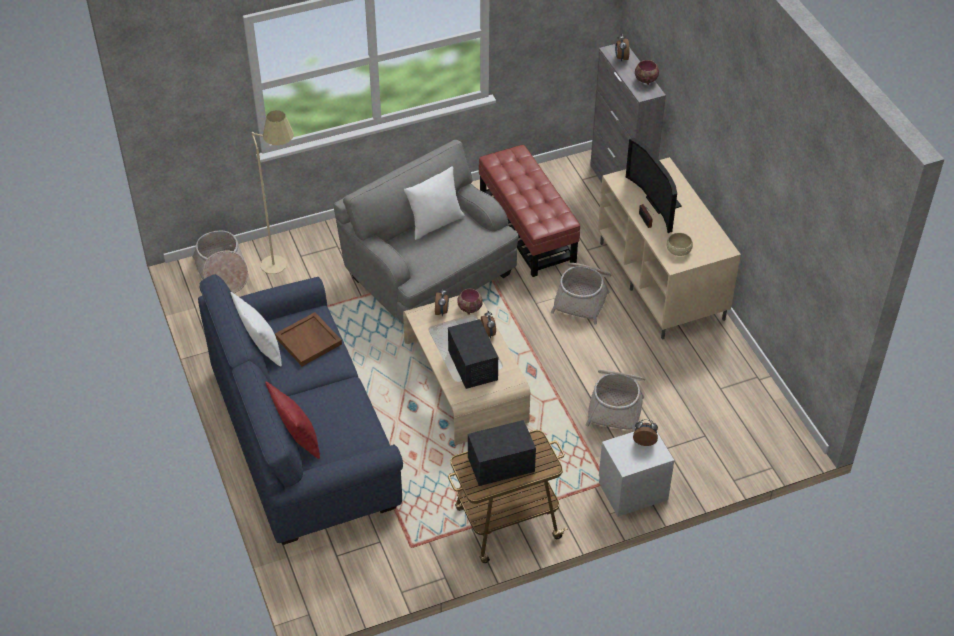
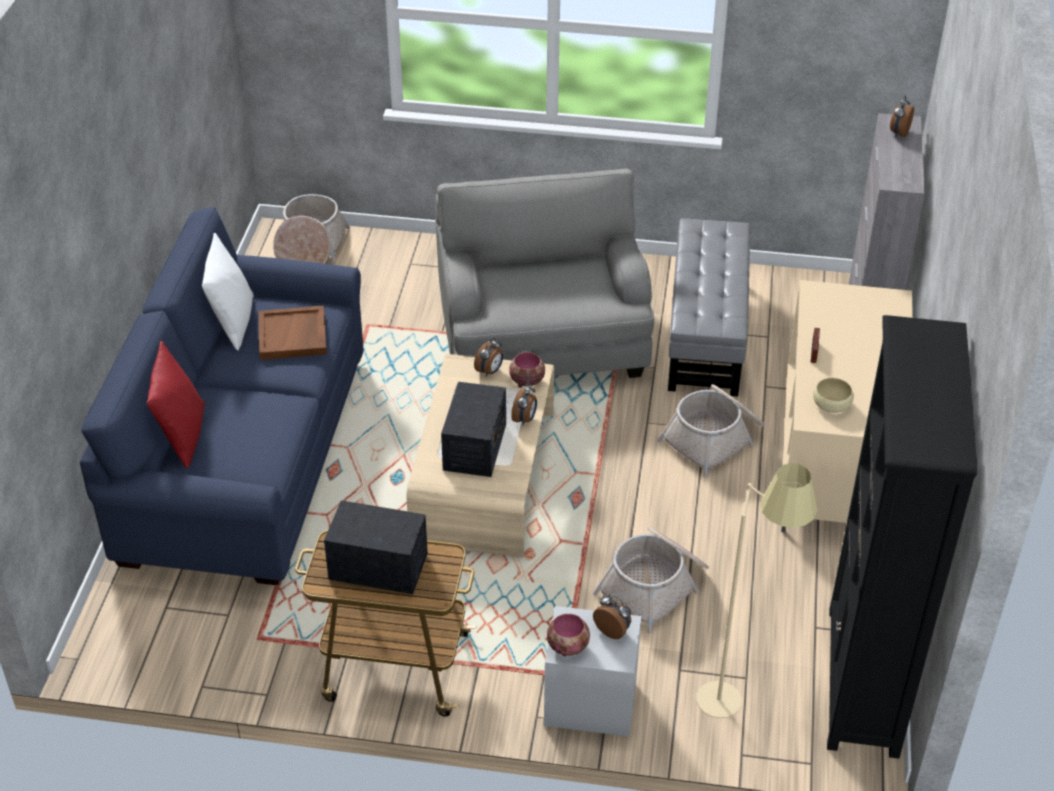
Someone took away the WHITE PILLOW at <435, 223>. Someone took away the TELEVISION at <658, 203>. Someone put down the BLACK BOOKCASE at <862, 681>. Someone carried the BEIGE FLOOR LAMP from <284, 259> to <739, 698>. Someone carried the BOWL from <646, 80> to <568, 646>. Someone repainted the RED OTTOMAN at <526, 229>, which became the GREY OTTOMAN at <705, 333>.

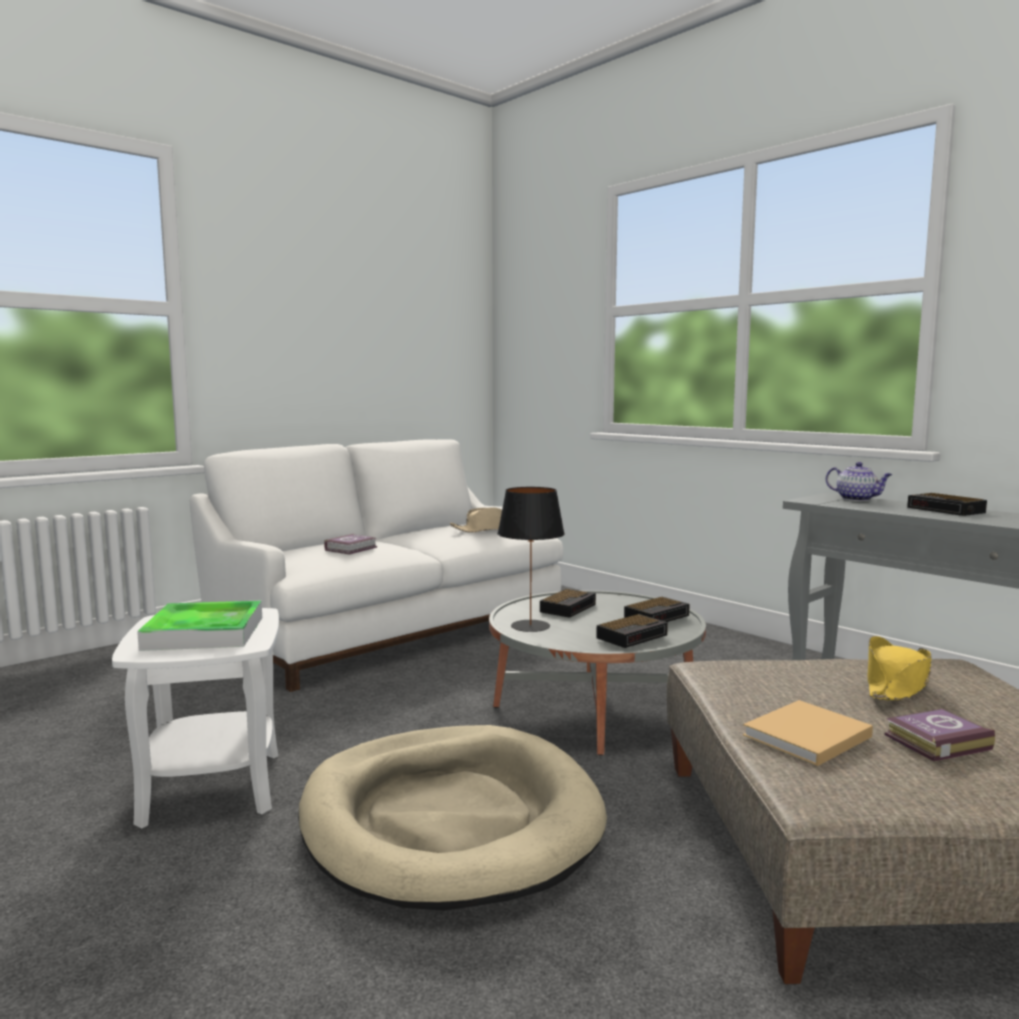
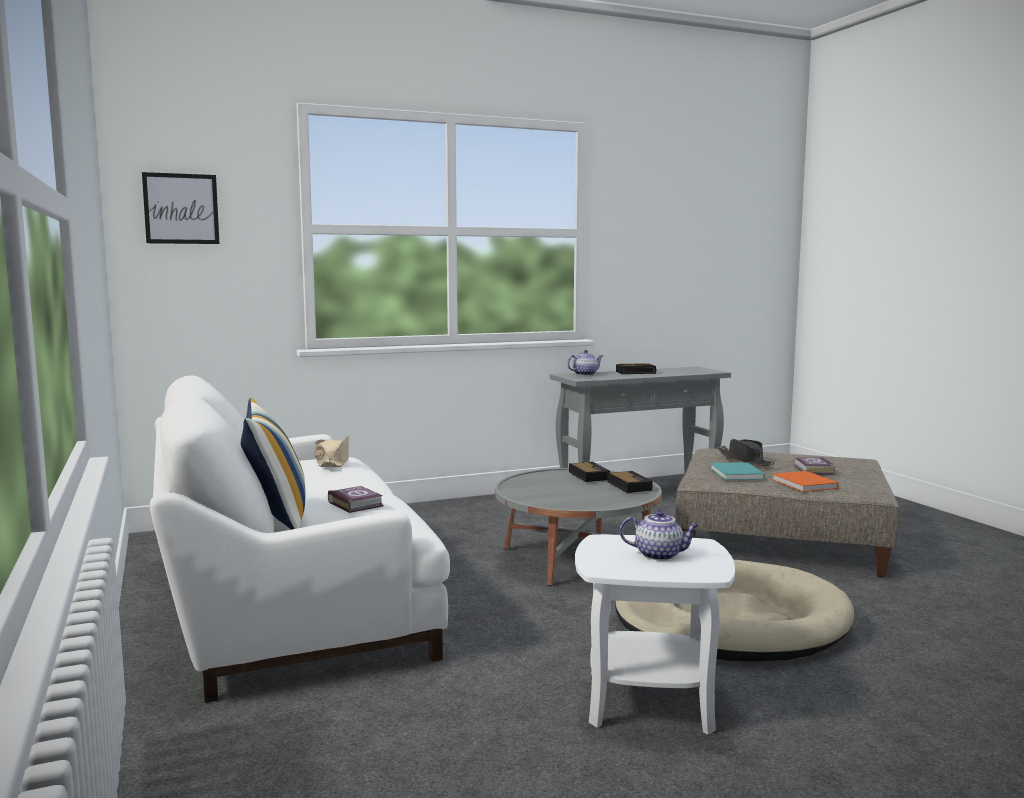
Someone took away the BLACK TABLE LAMP at <530, 626>. Someone took away the ALARM CLOCK at <568, 608>. Someone put up the PICTURE at <181, 209>. Someone put down the PILLOW at <276, 518>. Someone put down the TURQUOISE BOOK at <737, 474>. Someone swapped the TRAY at <204, 633> for the TEAPOT at <659, 555>. Someone repainted the BEIGE BOOK at <805, 737>, which became the ORANGE BOOK at <805, 484>. Someone repainted the YELLOW HAT at <896, 685>, which became the BLACK HAT at <745, 460>.

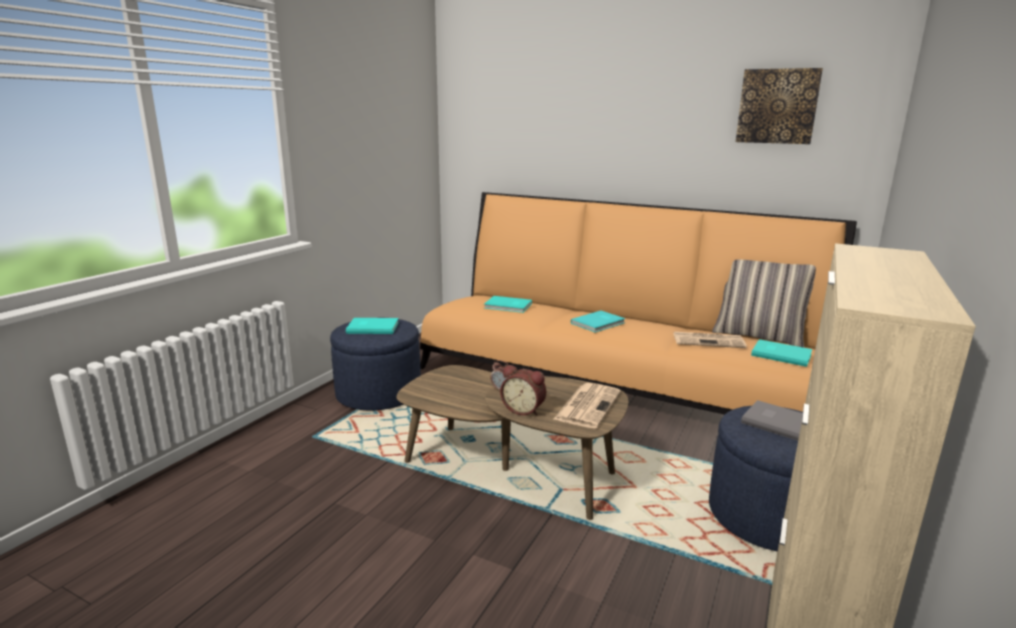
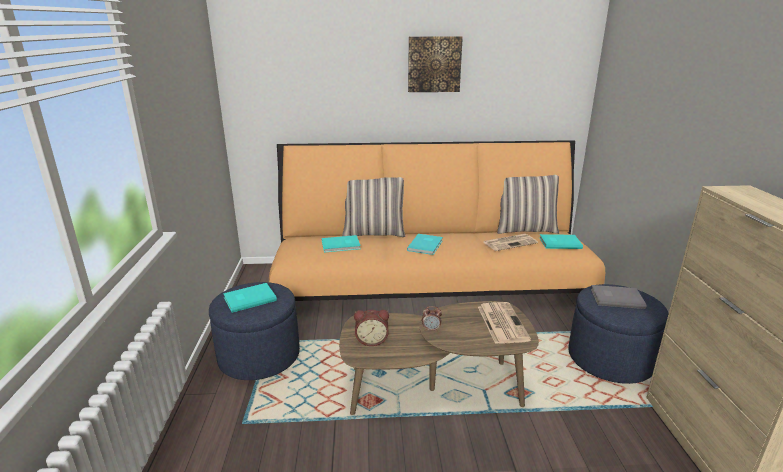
Someone put down the PILLOW at <374, 233>. Someone carried the ALARM CLOCK from <524, 409> to <372, 340>. Someone carried the PICTURE from <777, 106> to <434, 64>.

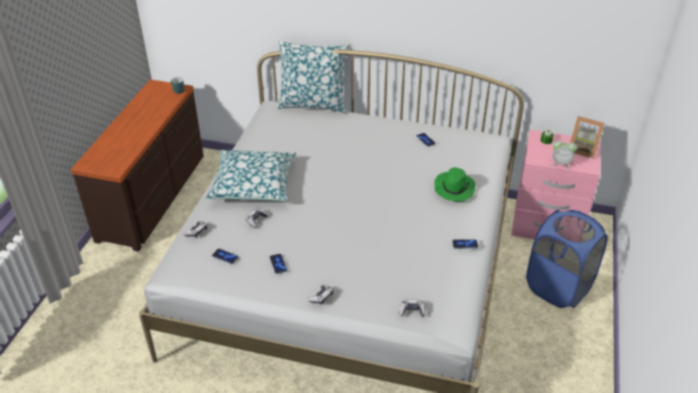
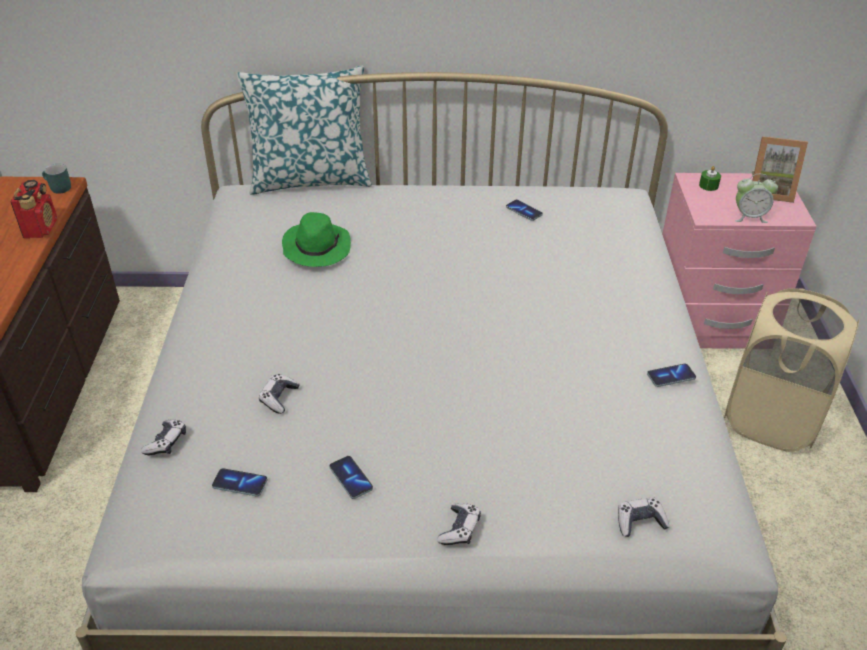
Someone took away the PILLOW at <253, 184>. Someone put down the RADIO at <41, 228>. Someone carried the GREEN HAT from <454, 188> to <316, 248>. Someone repainted the BLUE LAUNDRY BASKET at <558, 287>, which became the BEIGE LAUNDRY BASKET at <771, 419>.

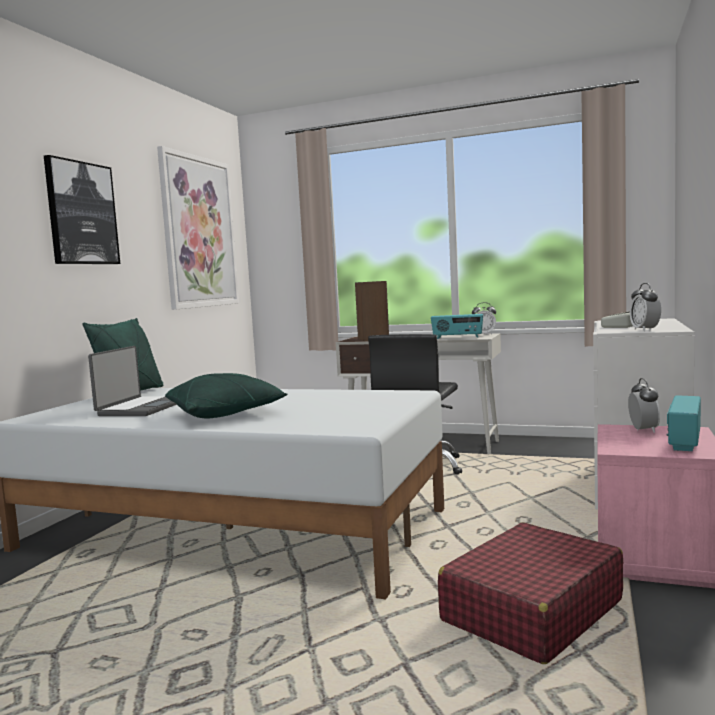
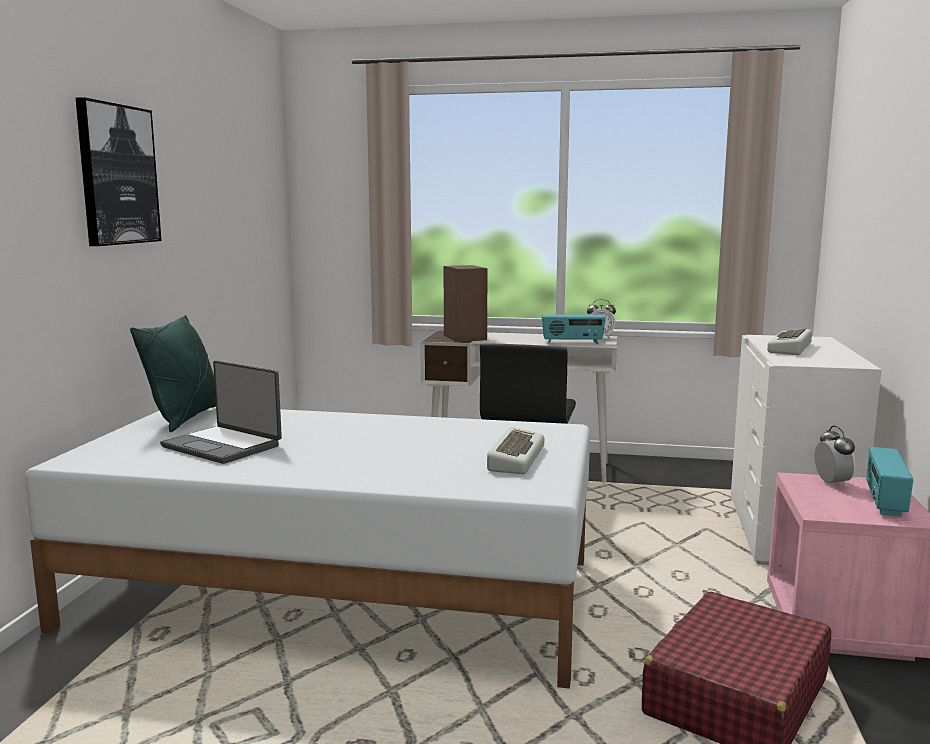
Someone took away the PICTURE at <199, 232>. Someone took away the GREEN PILLOW at <226, 413>. Someone took away the ALARM CLOCK at <645, 330>. Someone put down the KEYBOARD at <514, 458>. Someone rotated the LAPTOP at <141, 408> by 120 degrees clockwise.

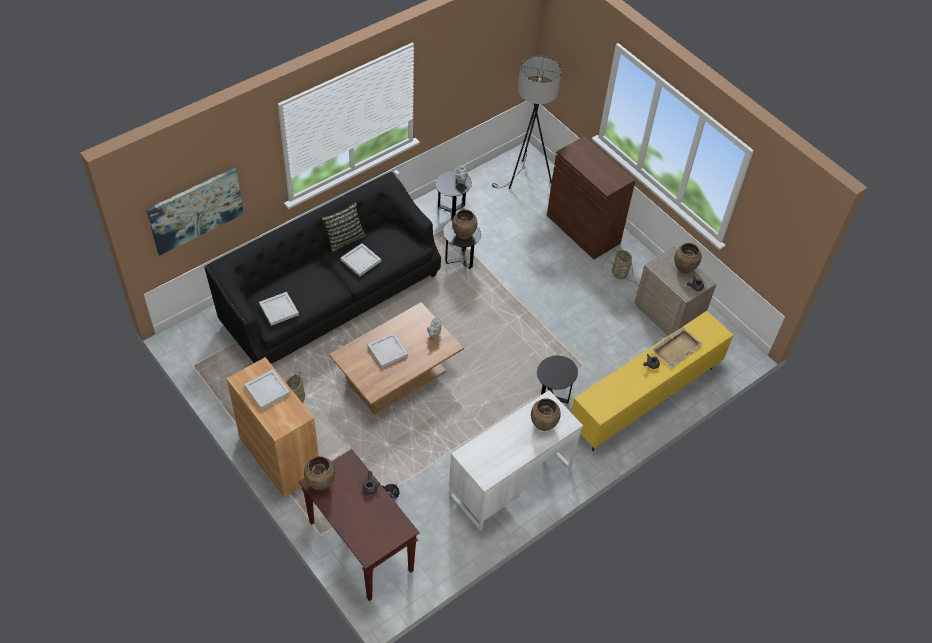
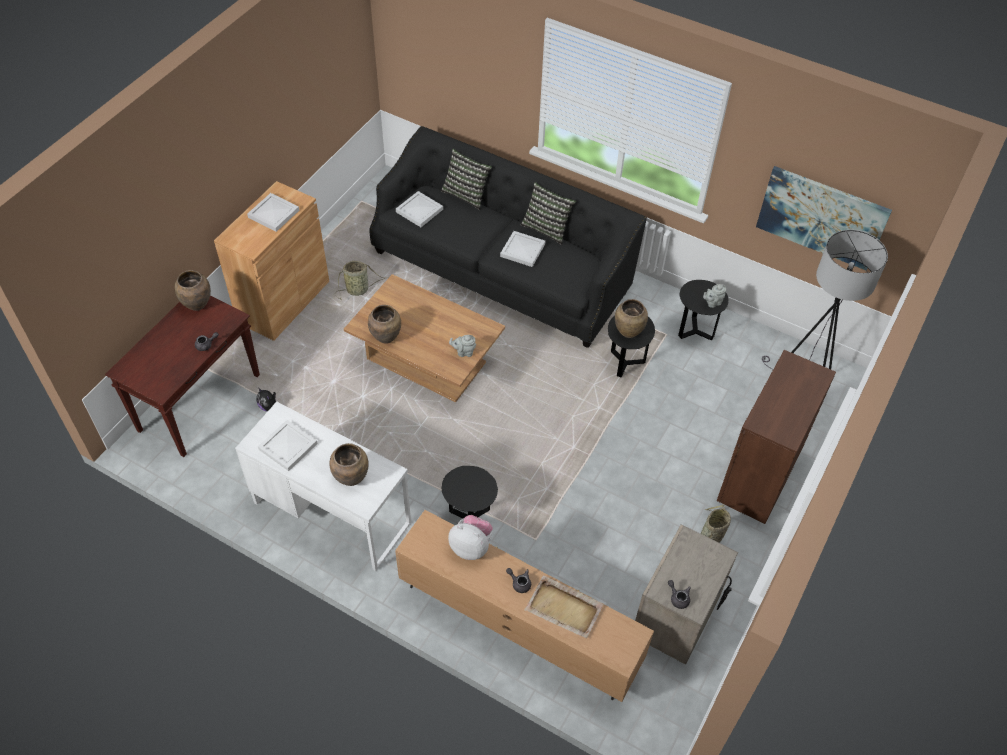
Someone put down the PILLOW at <466, 194>. Someone put down the PLUSH TOY at <471, 546>. Someone carried the PICTURE from <195, 210> to <821, 217>. Someone carried the WHITE TRAY from <387, 351> to <287, 446>. Someone carried the BROWN VASE from <684, 268> to <386, 337>. Someone repainted the YELLOW TV STAND at <644, 398>, which became the BROWN TV STAND at <519, 625>.

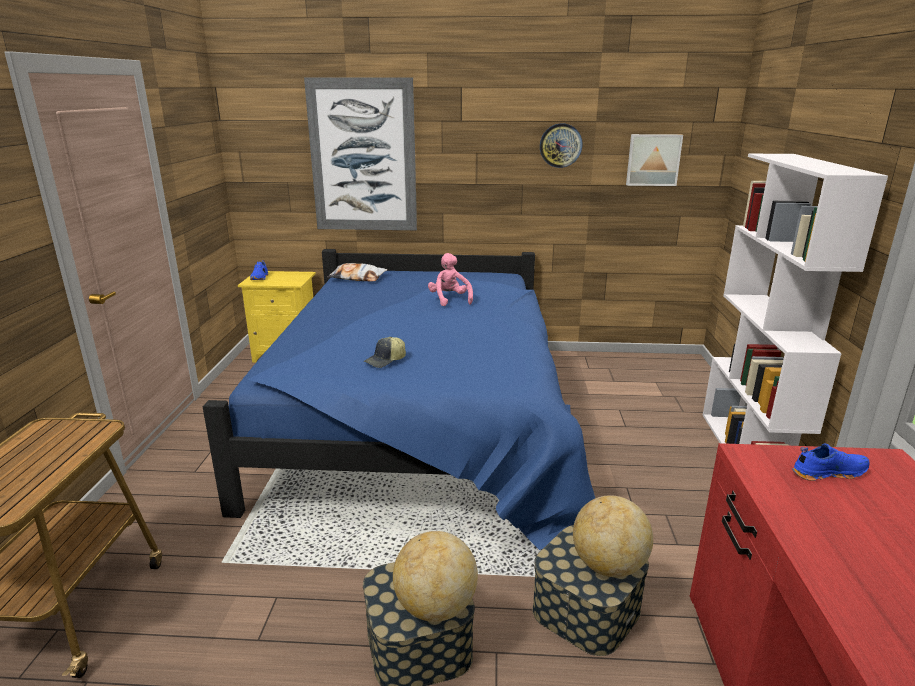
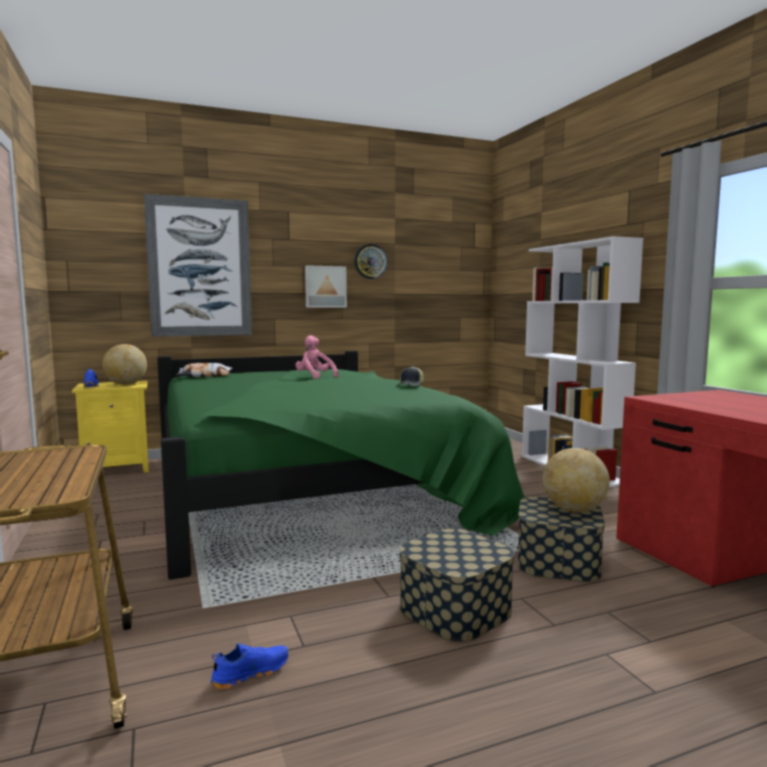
Someone carried the CAP from <386, 361> to <411, 385>. Someone carried the GLOBE from <435, 607> to <126, 384>. Someone carried the PICTURE from <653, 160> to <325, 287>. Someone carried the BLUE SHOE from <827, 472> to <250, 673>. Someone repainted the BLUE BED at <423, 419>, which became the GREEN BED at <308, 488>.

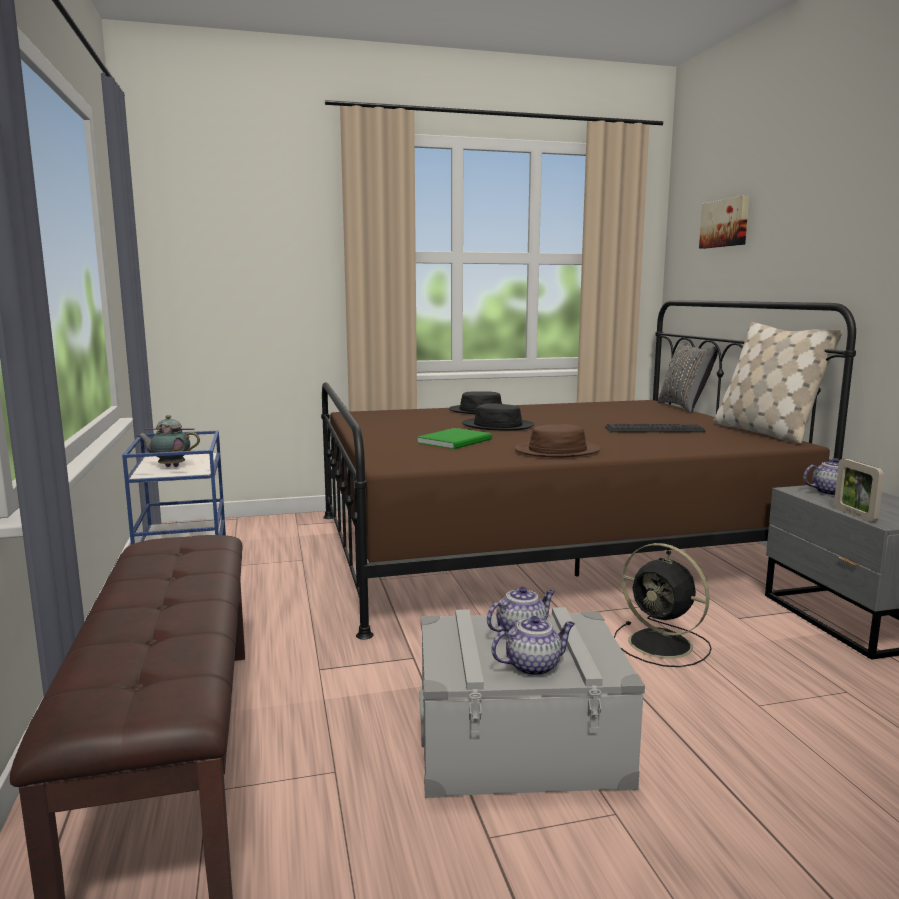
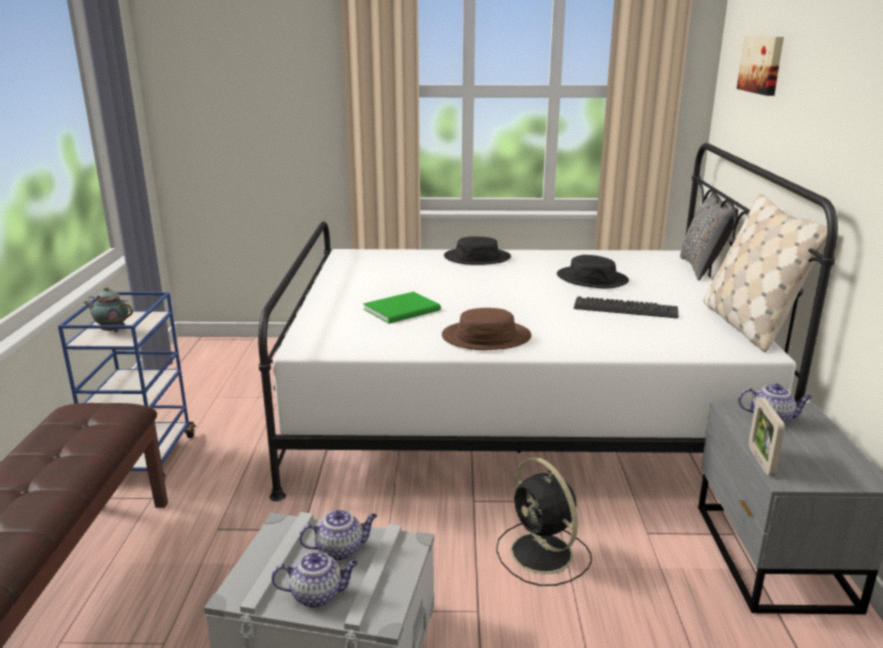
Someone carried the BLACK HAT from <498, 426> to <592, 279>. Someone repainted the BROWN BED at <544, 546>, which became the WHITE BED at <512, 408>.

